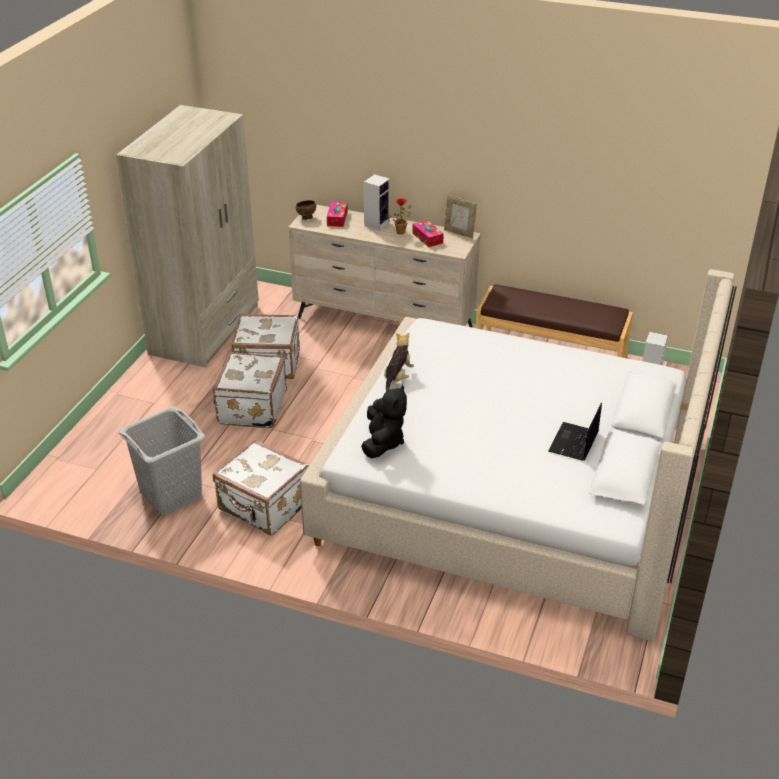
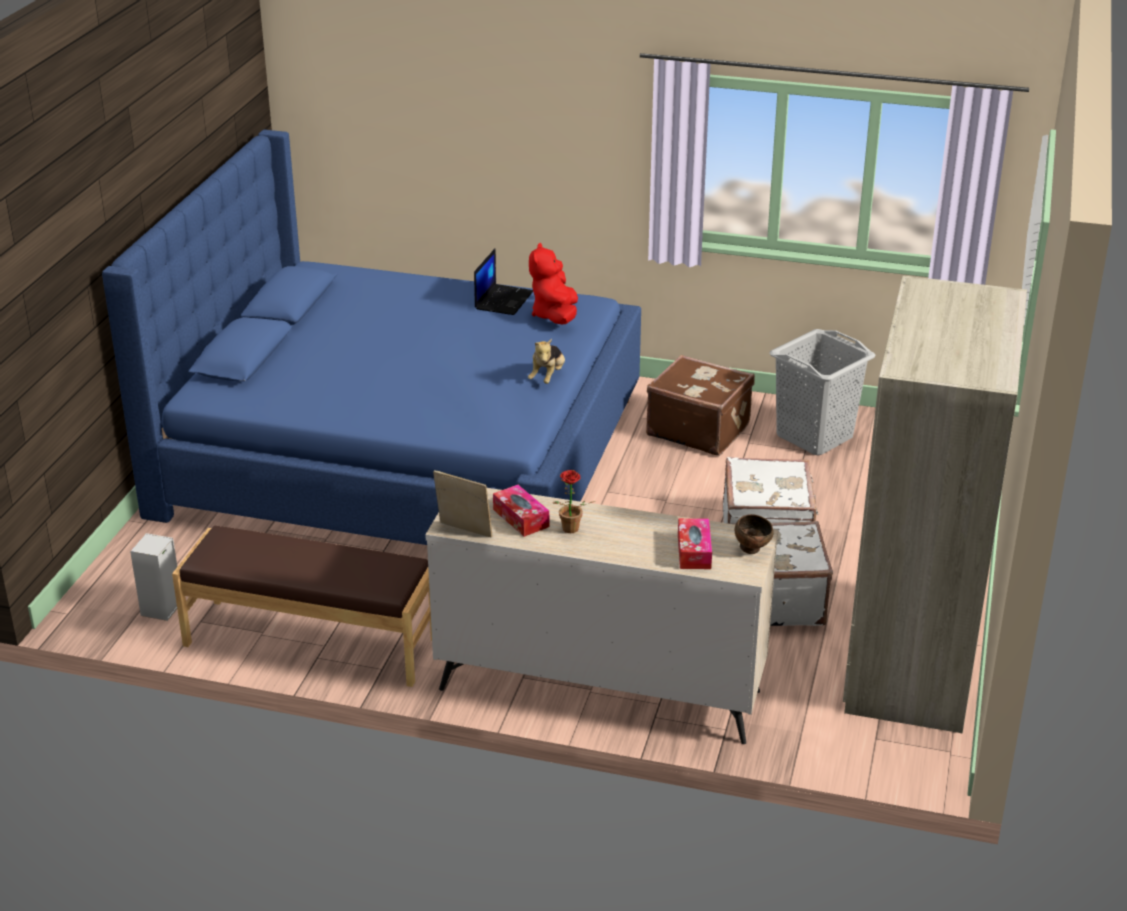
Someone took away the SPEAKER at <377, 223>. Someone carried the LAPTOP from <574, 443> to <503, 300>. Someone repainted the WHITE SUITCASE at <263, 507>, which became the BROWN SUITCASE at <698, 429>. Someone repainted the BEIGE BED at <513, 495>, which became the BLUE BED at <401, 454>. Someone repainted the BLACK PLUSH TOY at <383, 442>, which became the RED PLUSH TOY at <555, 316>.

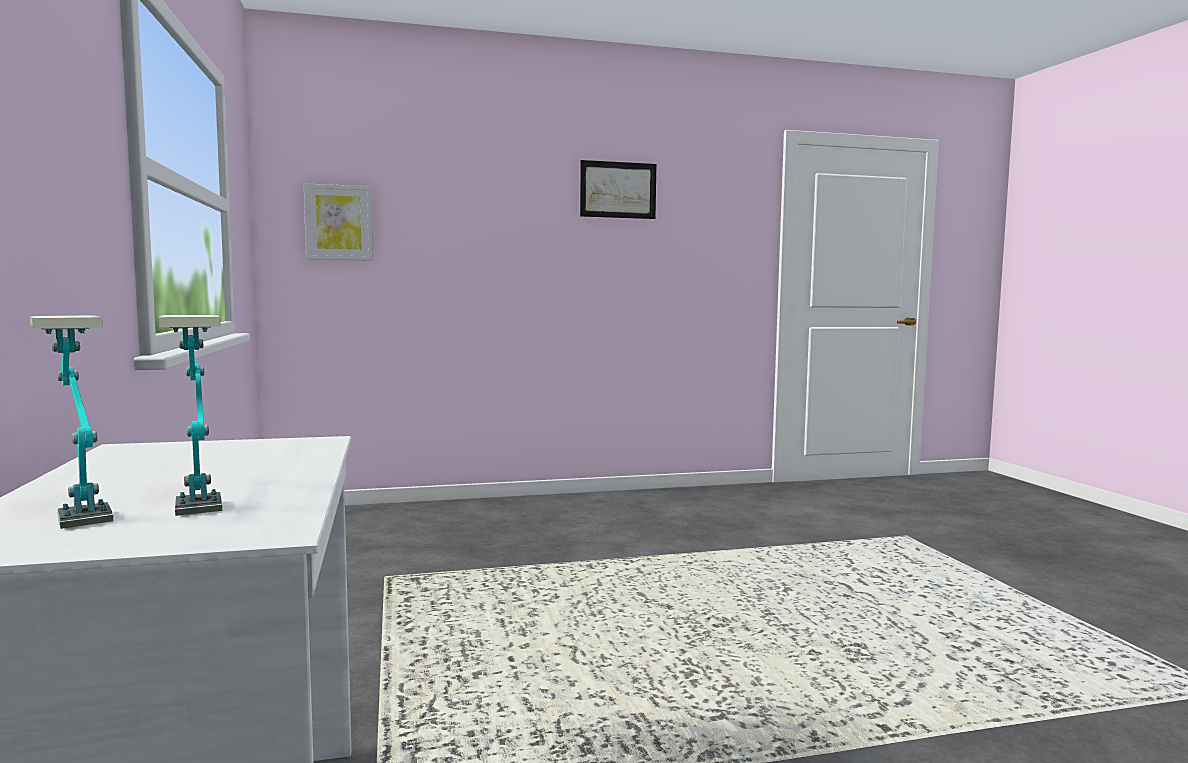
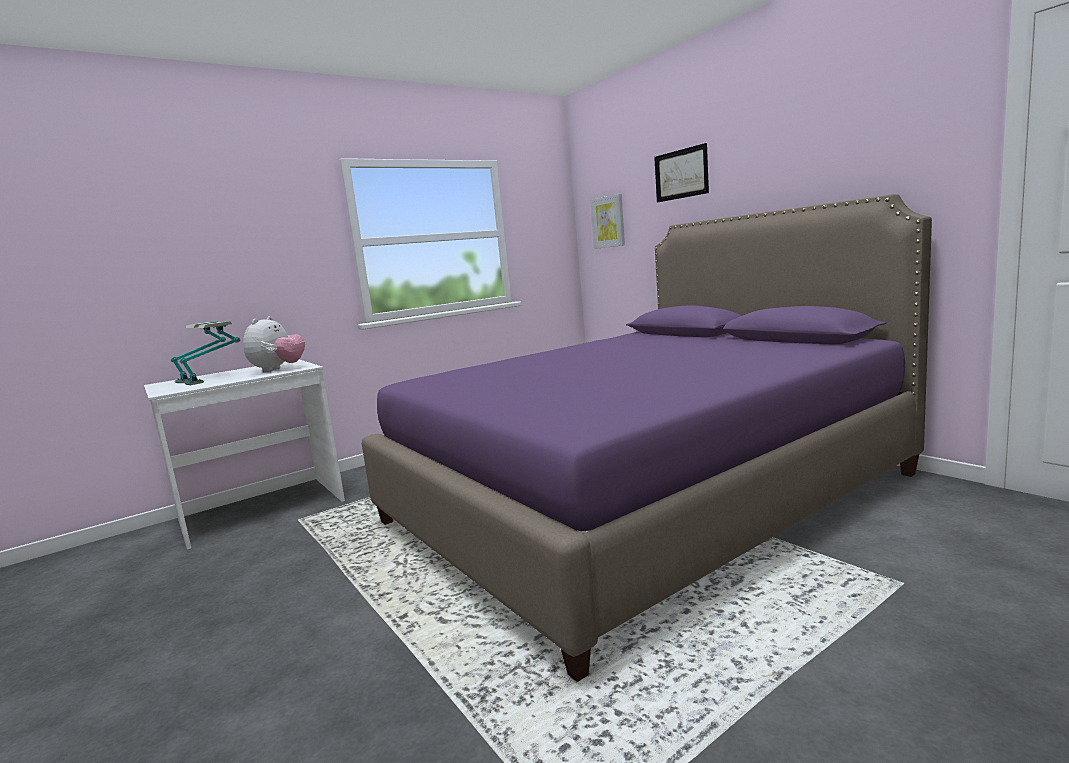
Someone put down the PLUSH TOY at <278, 370>. Someone put down the PURPLE BED at <645, 498>. Someone carried the PICTURE from <618, 190> to <681, 174>.

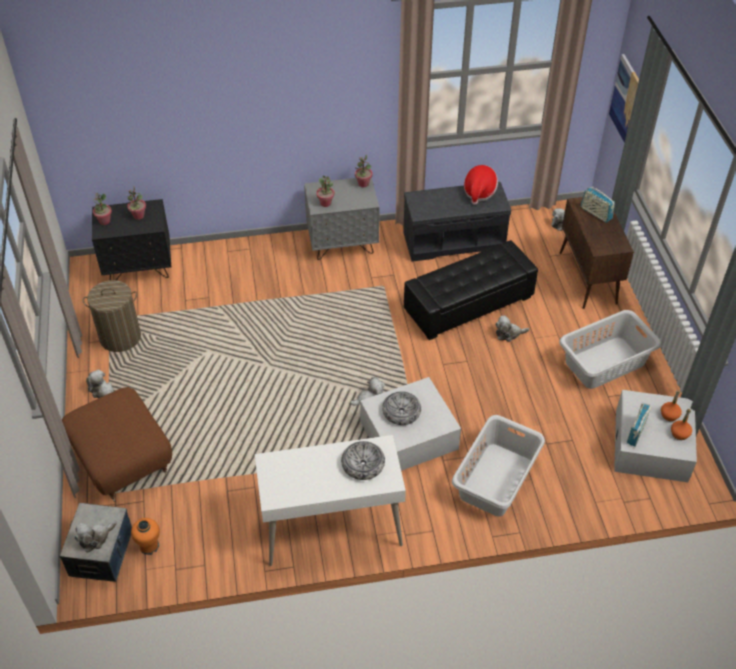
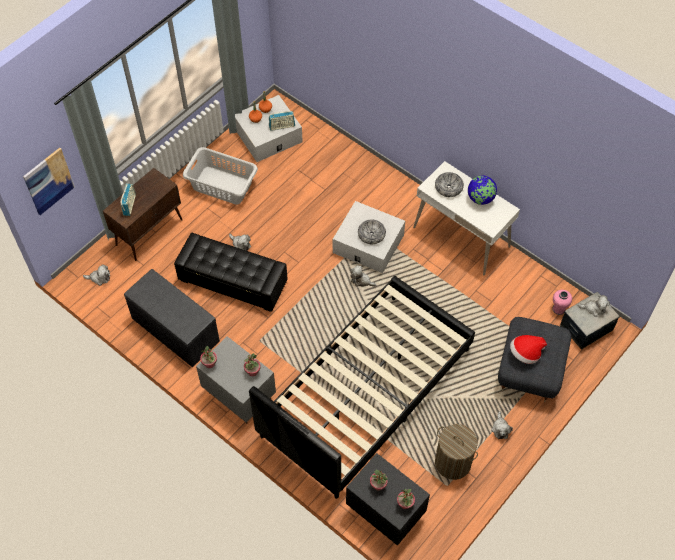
Someone took away the GREY LAUNDRY BASKET at <495, 479>. Someone put down the BLACK BED at <366, 392>. Someone put down the GLOBE at <480, 198>. Someone carried the HAT from <479, 192> to <525, 353>. Someone repainted the BROWN OTTOMAN at <122, 461>, which became the GREY OTTOMAN at <530, 370>. Someone repainted the ORANGE VASE at <149, 546>, which became the PINK VASE at <558, 309>.

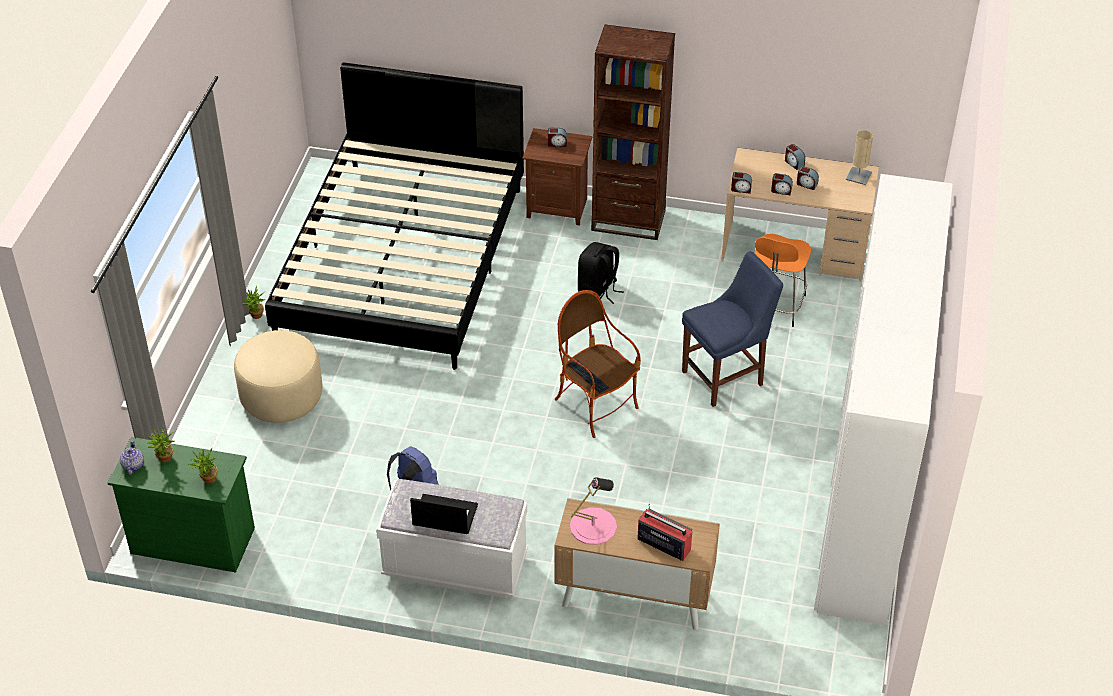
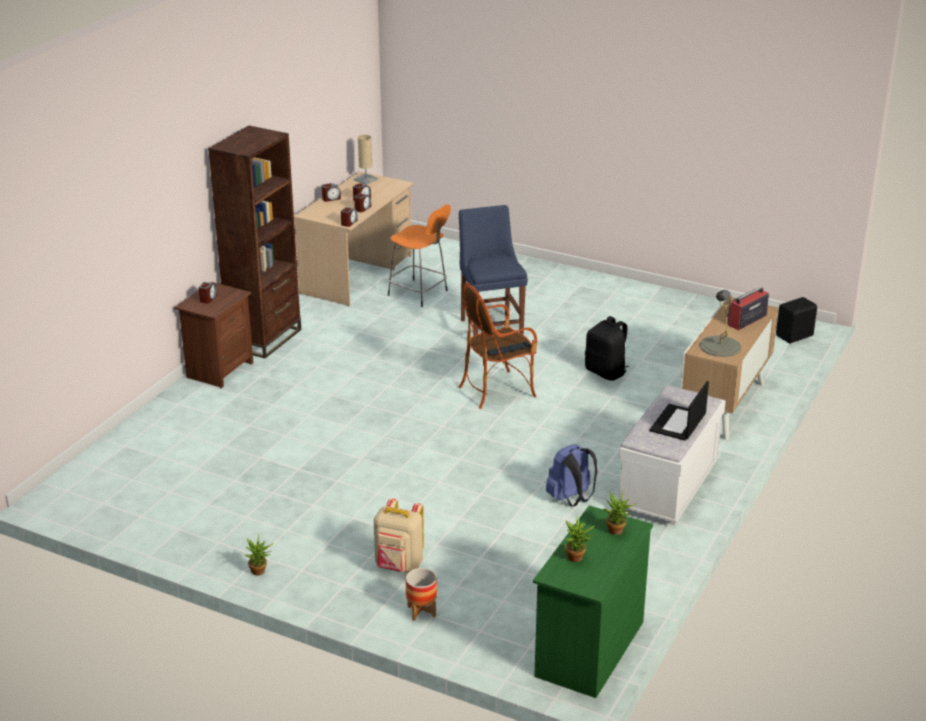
Someone took away the TEAPOT at <133, 465>. Someone took away the BLACK BED at <403, 261>. Someone took away the WHITE WARDROBE at <866, 493>. Someone put down the PLANTER at <421, 611>. Someone put down the BLACK SPEAKER at <795, 336>. Someone carried the BLACK BACKPACK from <598, 291> to <606, 372>. Someone swapped the BEIGE OTTOMAN at <282, 397> for the BEIGE BACKPACK at <399, 566>. Someone repainted the PINK TABLE LAMP at <593, 526>, which became the GREY TABLE LAMP at <720, 346>.

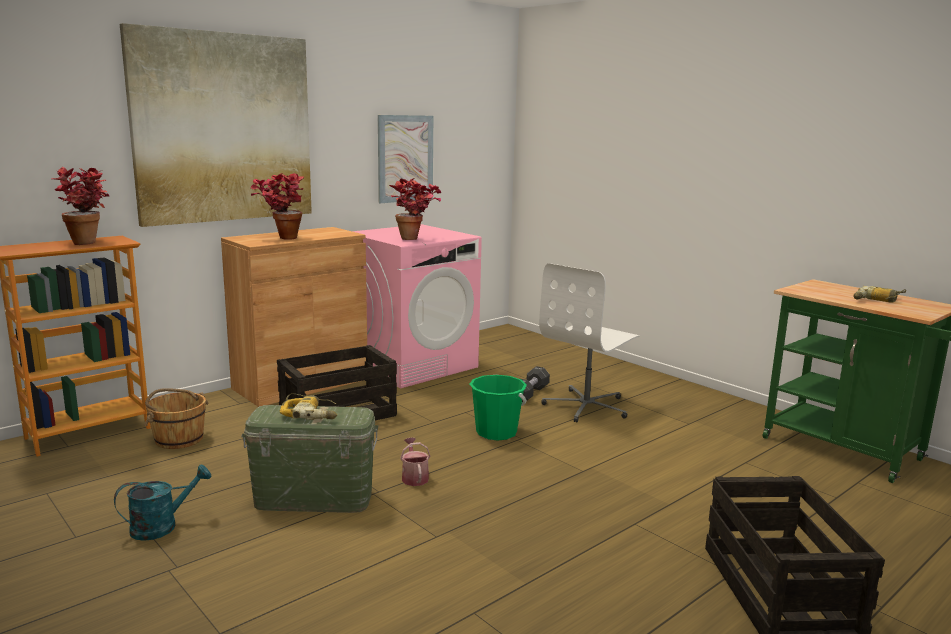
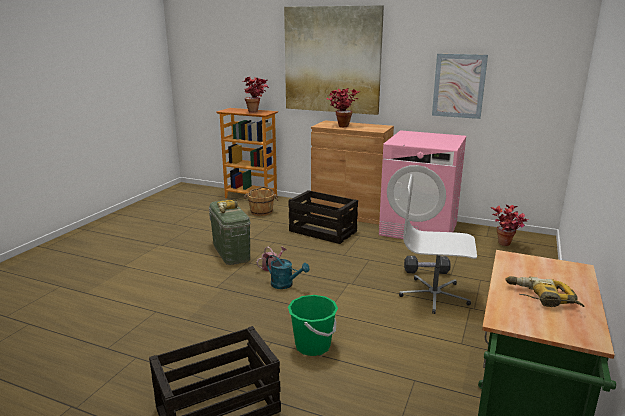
Someone carried the TURQUOISE WATERING CAN from <162, 526> to <285, 285>. Someone carried the POTTED PLANT from <415, 239> to <506, 245>. Someone carried the GREEN BUCKET from <496, 432> to <313, 346>.

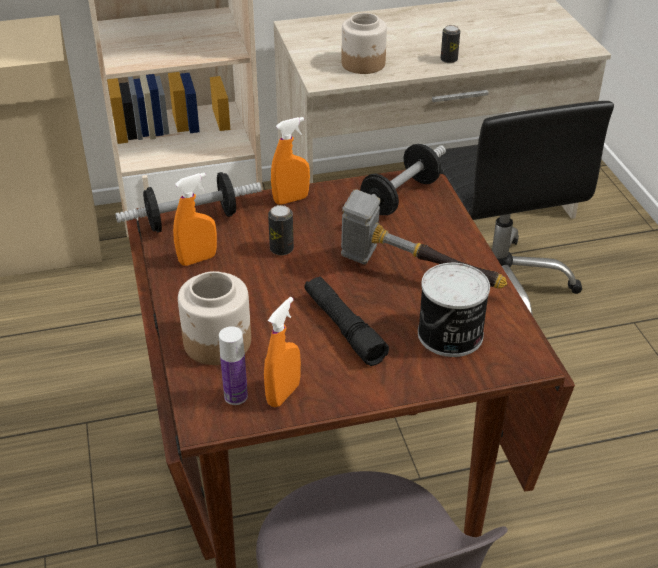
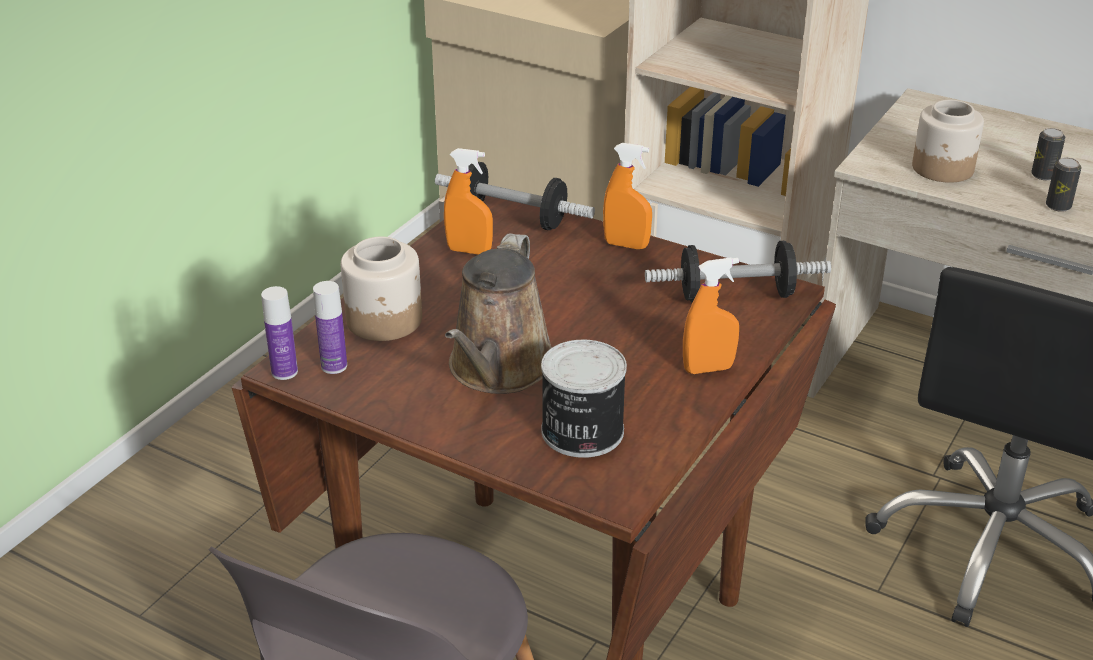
Someone took away the HAMMER at <413, 276>. Someone put down the BOTTLE at <284, 372>. Someone carried the ORANGE SPRAY BOTTLE from <283, 394> to <708, 369>. Someone carried the CAN from <281, 249> to <1043, 175>. Someone swapped the BLACK FLASHLIGHT at <343, 328> for the BROWN WATERING CAN at <499, 369>.

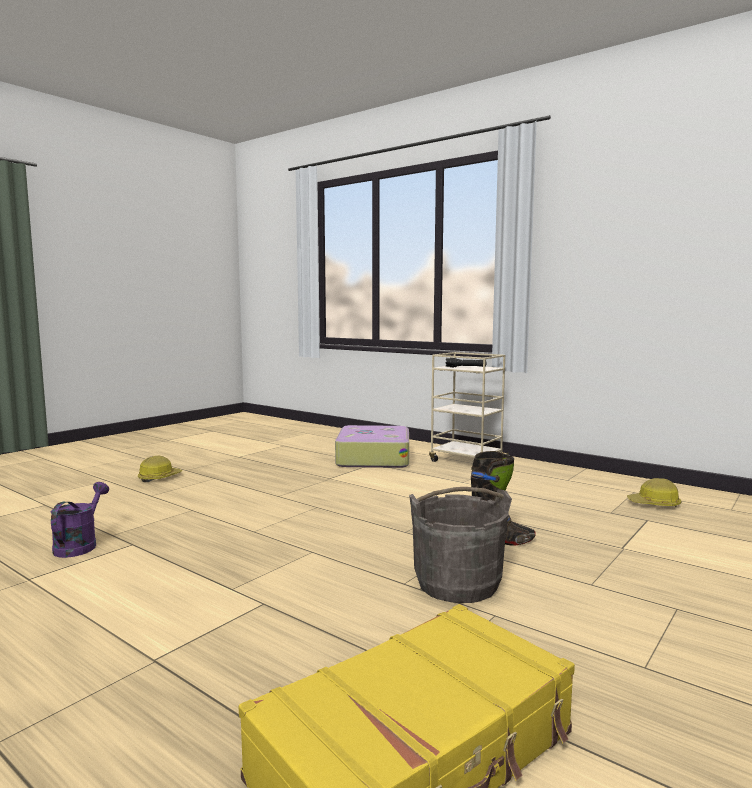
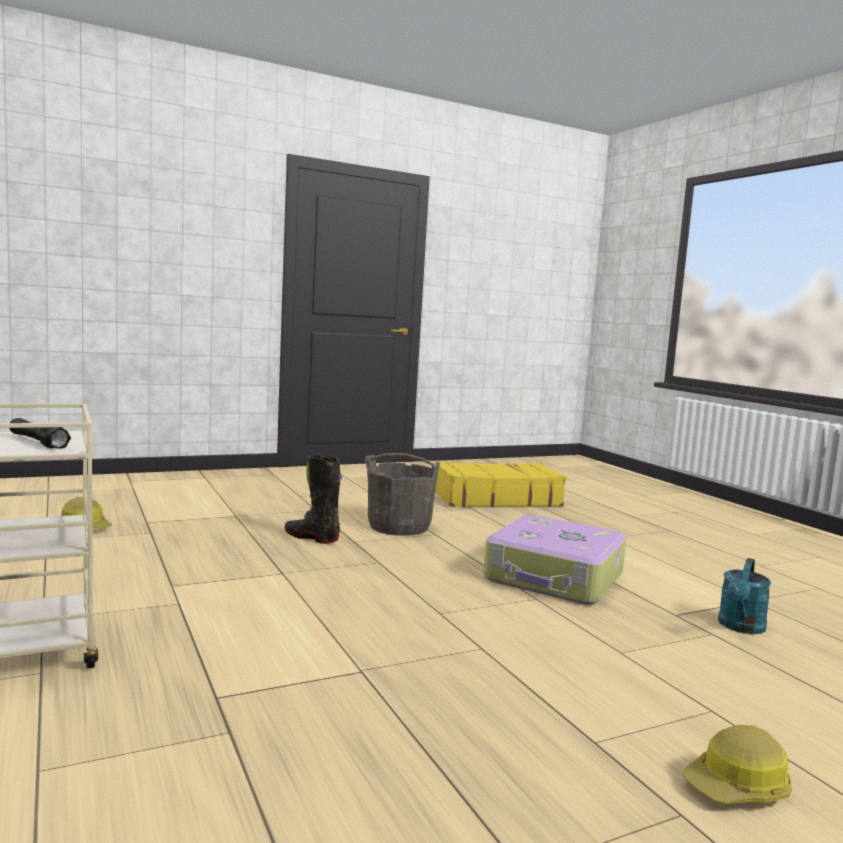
Someone carried the SUITCASE from <373, 458> to <554, 577>. Someone repainted the PURPLE WATERING CAN at <79, 545>, which became the TURQUOISE WATERING CAN at <740, 627>.

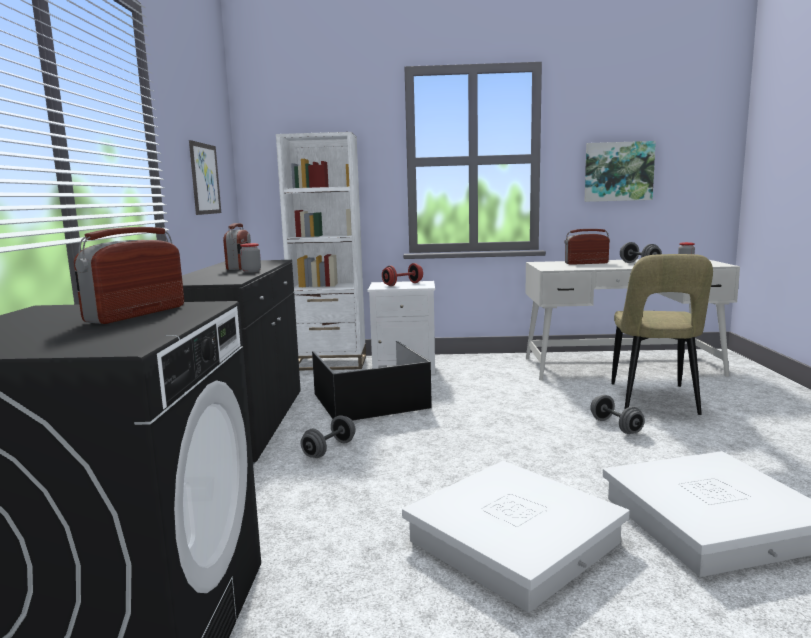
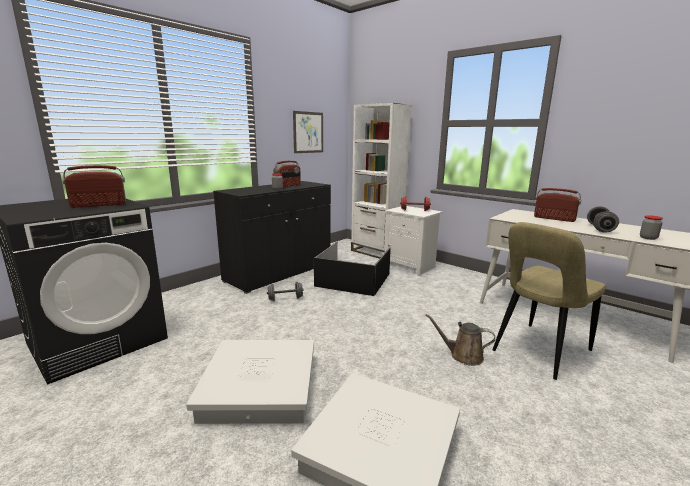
Someone took away the PICTURE at <618, 171>. Someone swapped the GREY DUMBBELL at <616, 426> for the BROWN WATERING CAN at <463, 356>.

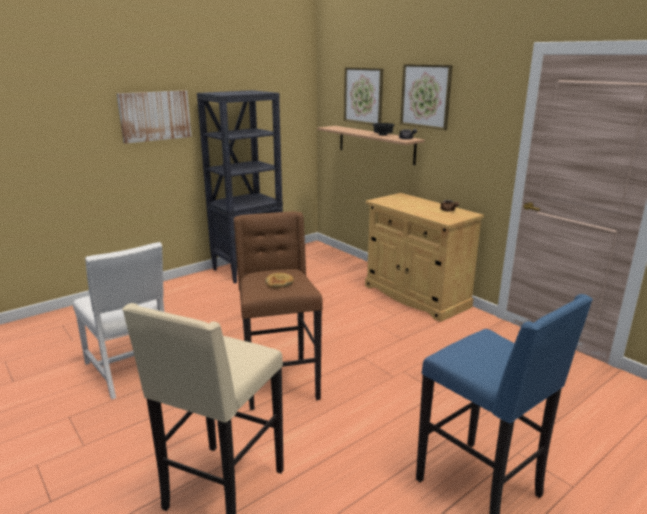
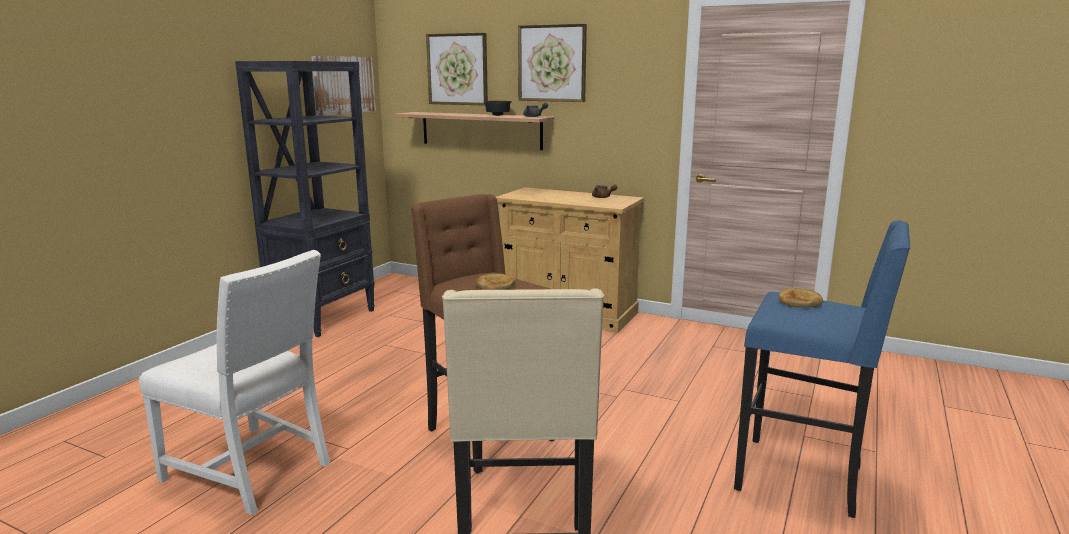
Someone put down the BREAD at <799, 302>. Someone carried the PICTURE from <155, 116> to <343, 85>.

